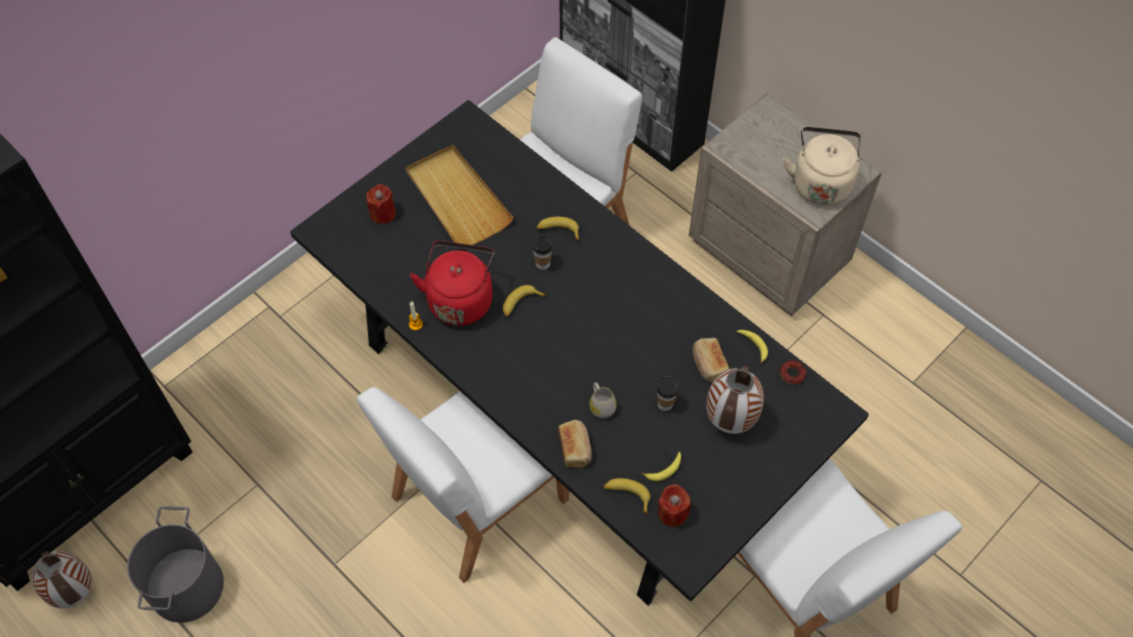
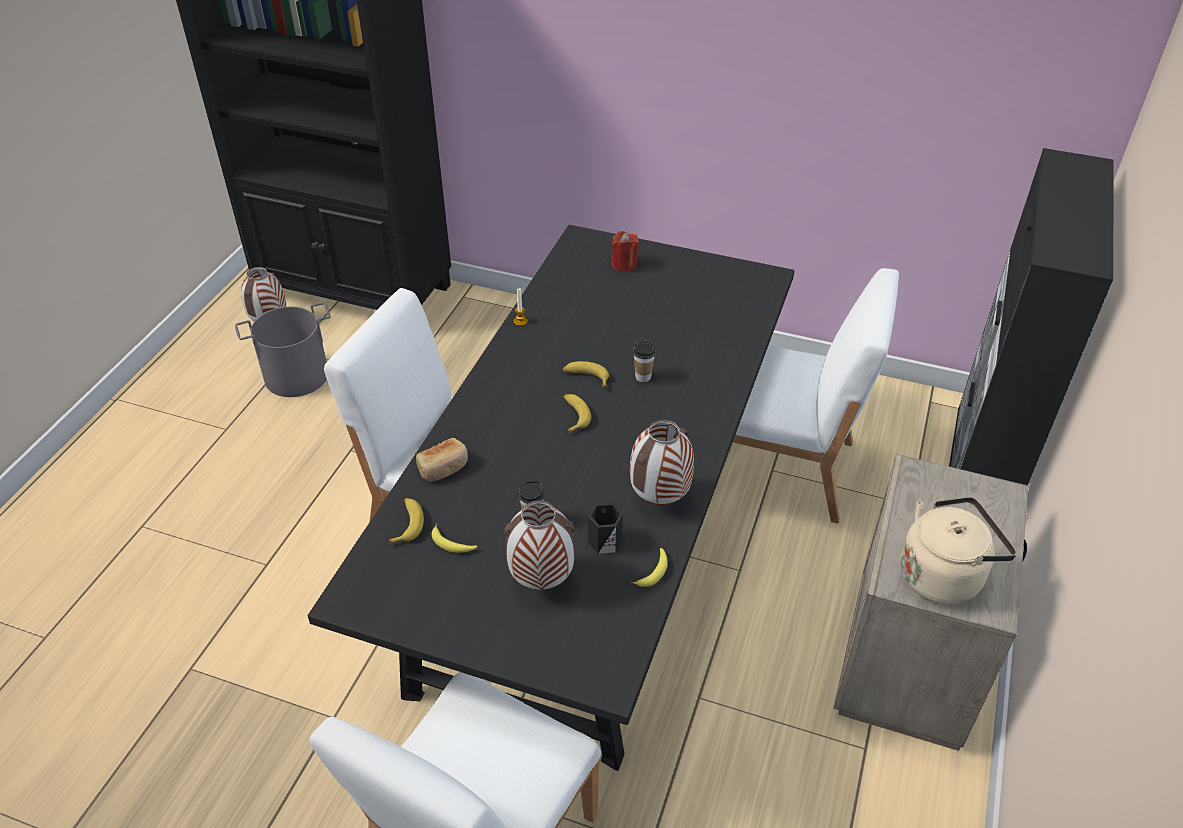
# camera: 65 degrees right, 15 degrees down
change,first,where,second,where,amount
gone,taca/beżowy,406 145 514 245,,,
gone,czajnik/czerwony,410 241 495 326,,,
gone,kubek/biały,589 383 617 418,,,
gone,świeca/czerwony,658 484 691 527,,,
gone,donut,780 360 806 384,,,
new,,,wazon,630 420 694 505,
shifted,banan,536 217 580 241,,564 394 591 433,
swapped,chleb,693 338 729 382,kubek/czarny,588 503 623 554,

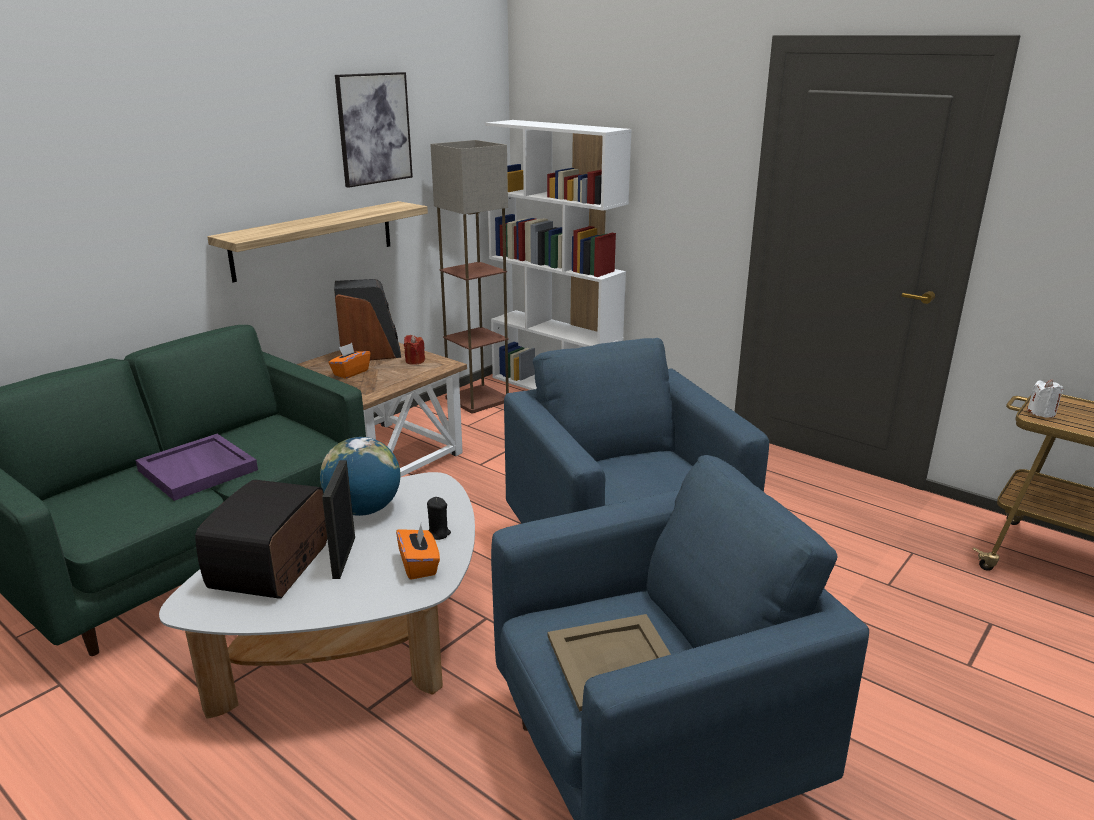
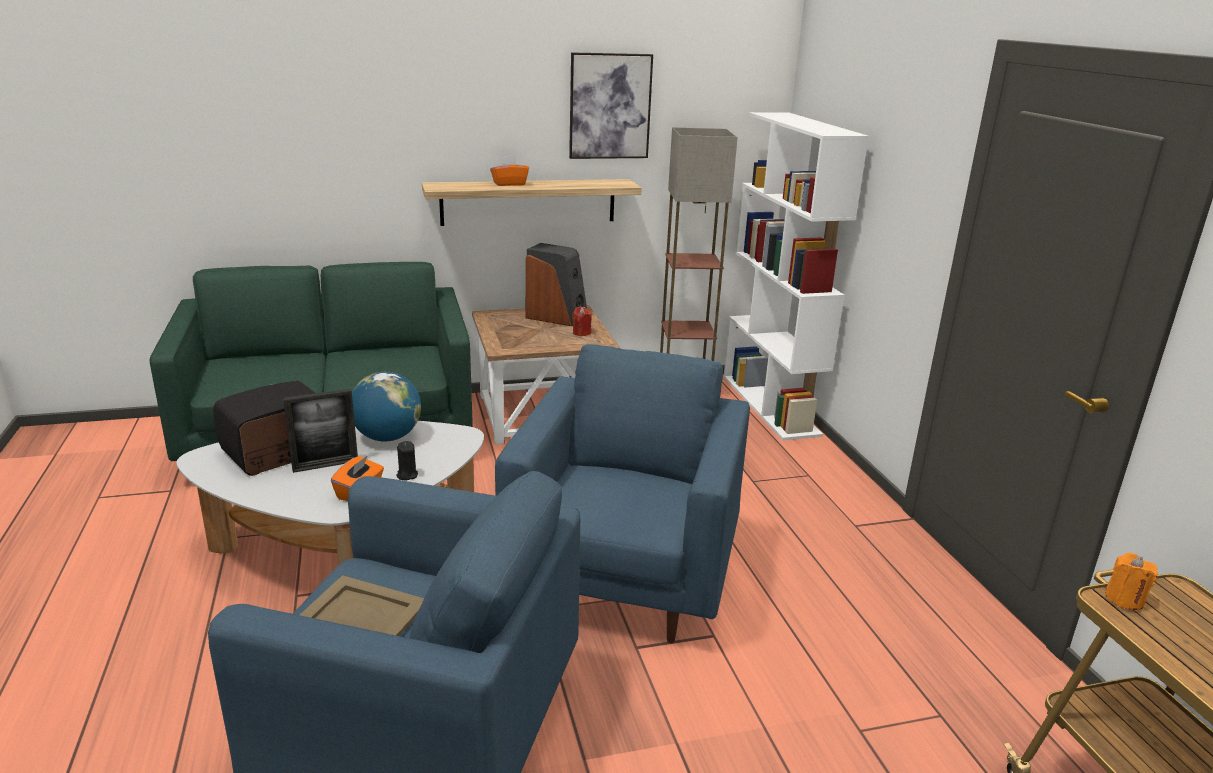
# camera: 35 degrees right, 0 degrees up
change,first,where,second,where,amount
gone,taca/fioletowy,136 434 258 501,,,
shifted,pudełko chusteczek/pomarańczowy,328 343 371 379,,490 155 529 186,
repainted,świeca/biały,1027 379 1063 418,świeca/pomarańczowy,1105 553 1158 610,
rotated,ramka na zdjęcie,322 460 355 579,,283 388 358 473,150 degrees counterclockwise

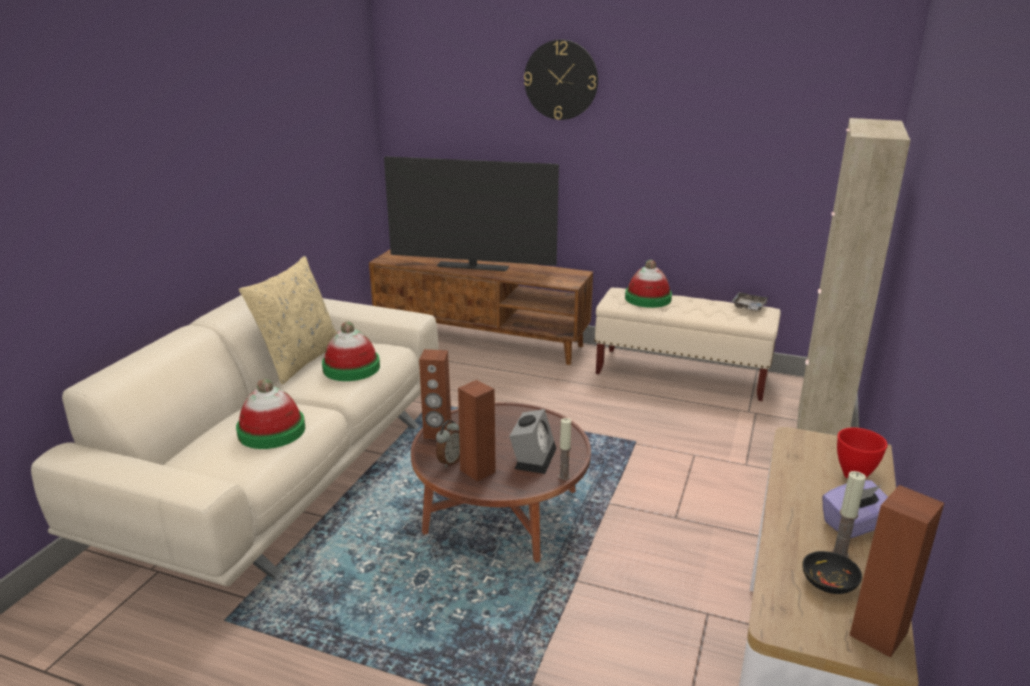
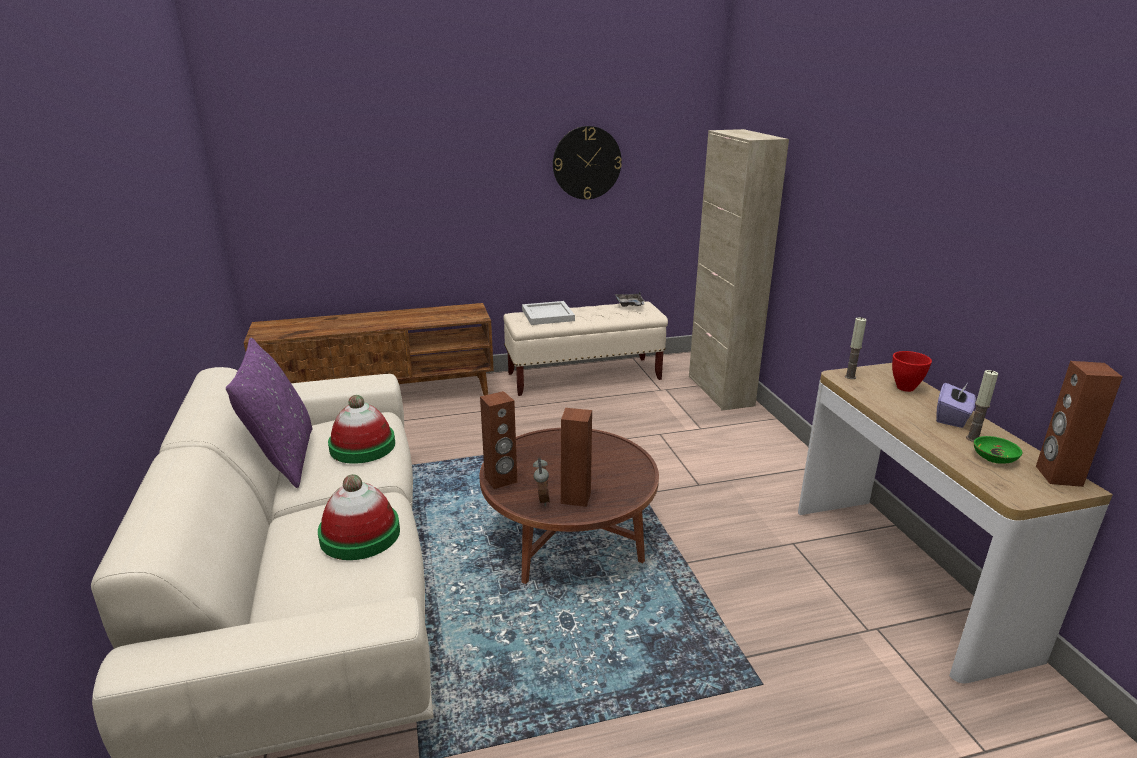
# camera: 35 degrees left, 0 degrees up
change,first,where,second,where,amount
gone,telewizor,384 156 559 271,,,
gone,budzik,509 409 556 474,,,
shifted,zegar ścienny,524 40 598 120,,553 126 622 200,
shifted,świeca,559 418 571 480,,845 317 867 379,
swapped,kapelusz,625 260 672 308,taca/biały,522 301 575 325,
repainted,poduszka/beżowy,239 256 337 384,poduszka/fioletowy,226 338 313 488,
repainted,miska/czarny,802 551 862 594,miska/zielony,974 436 1022 464,

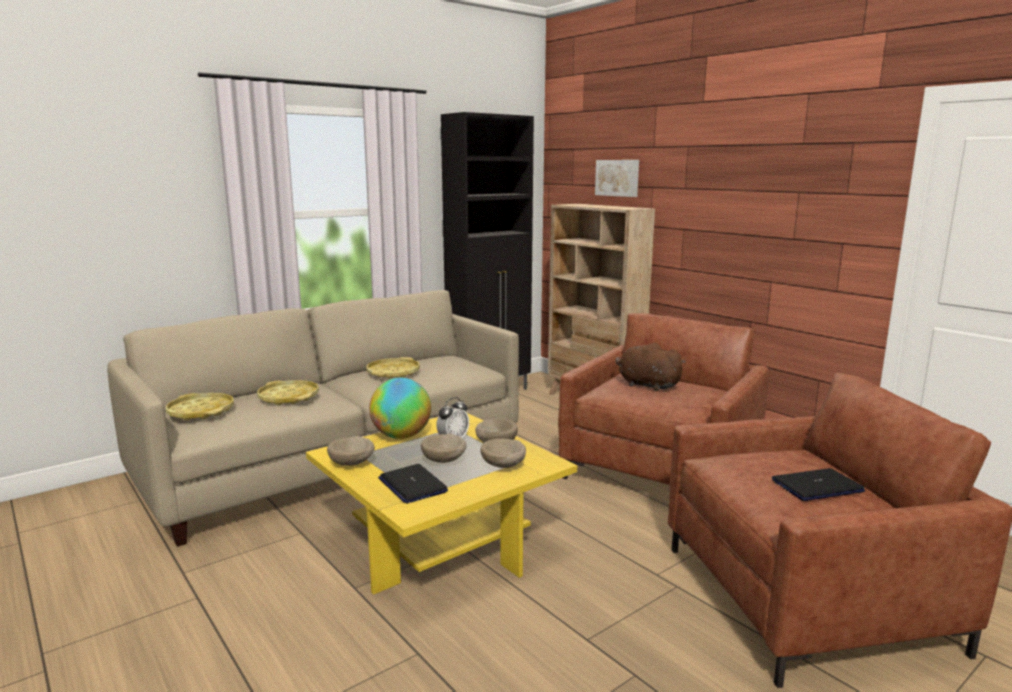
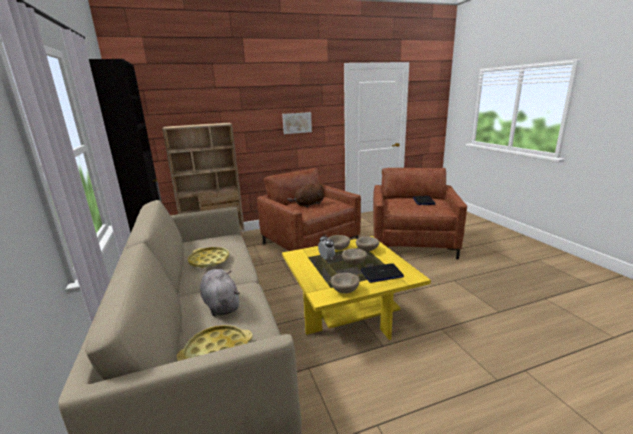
# camera: 70 degrees left, 5 degrees up
change,first,where,second,where,amount
gone,globus,369 378 431 439,,,
shifted,obraz,595 160 639 197,,282 112 312 134,
swapped,taca/żółty,257 380 319 405,pluszak/szary,200 269 240 316,

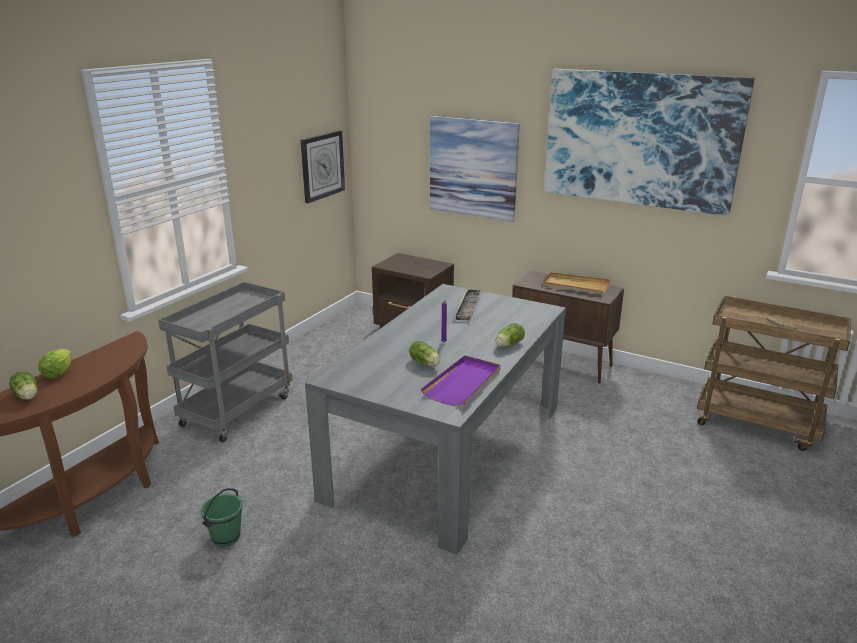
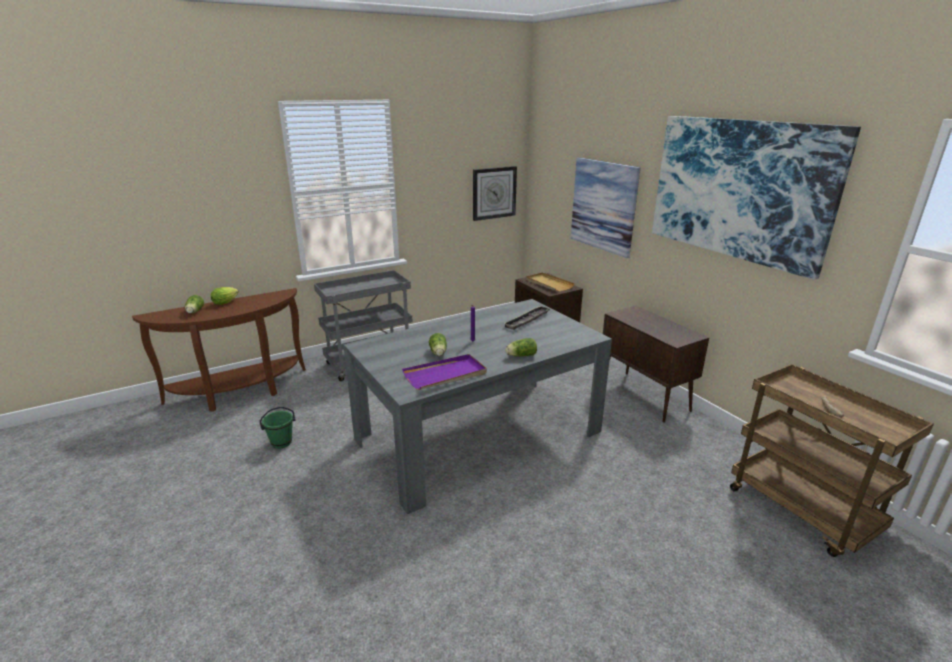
# camera: 30 degrees right, 0 degrees up
change,first,where,second,where,amount
shifted,taca/beżowy,543 272 610 294,,526 272 575 292,

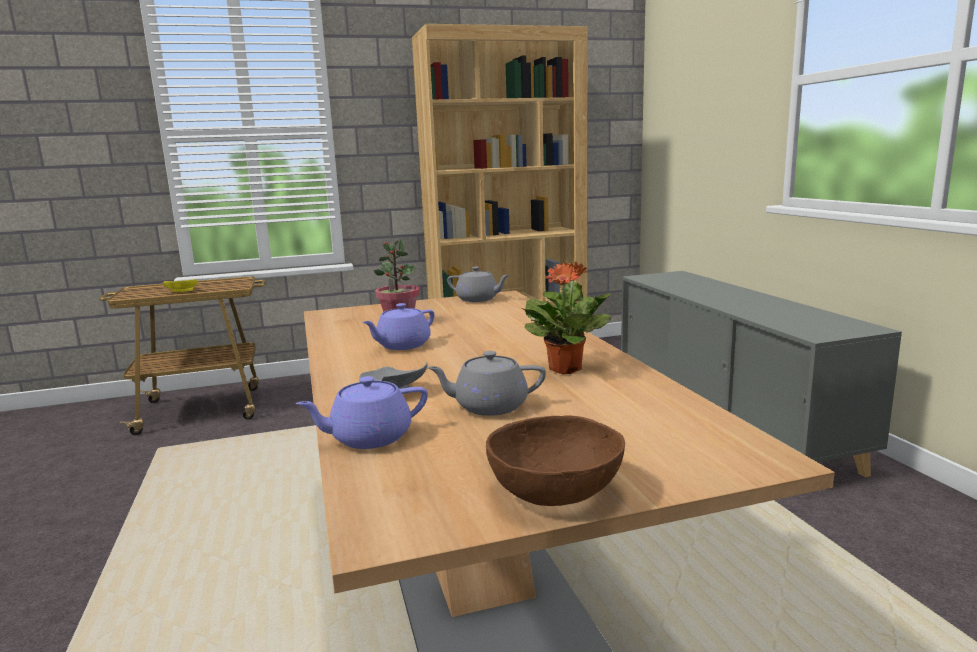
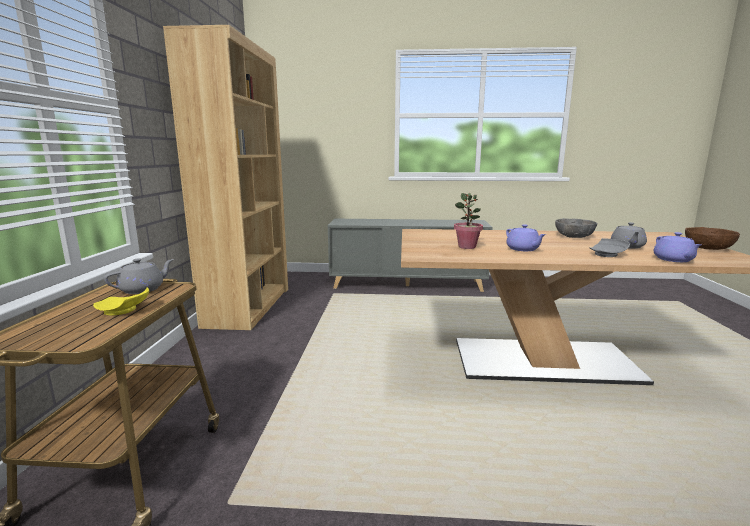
# camera: 70 degrees left, 0 degrees up
change,first,where,second,where,amount
shifted,imbryk/szary,447 267 510 302,,104 259 174 294,
swapped,roślina doniczkowa,522 262 612 374,miska/szary,555 218 597 238,

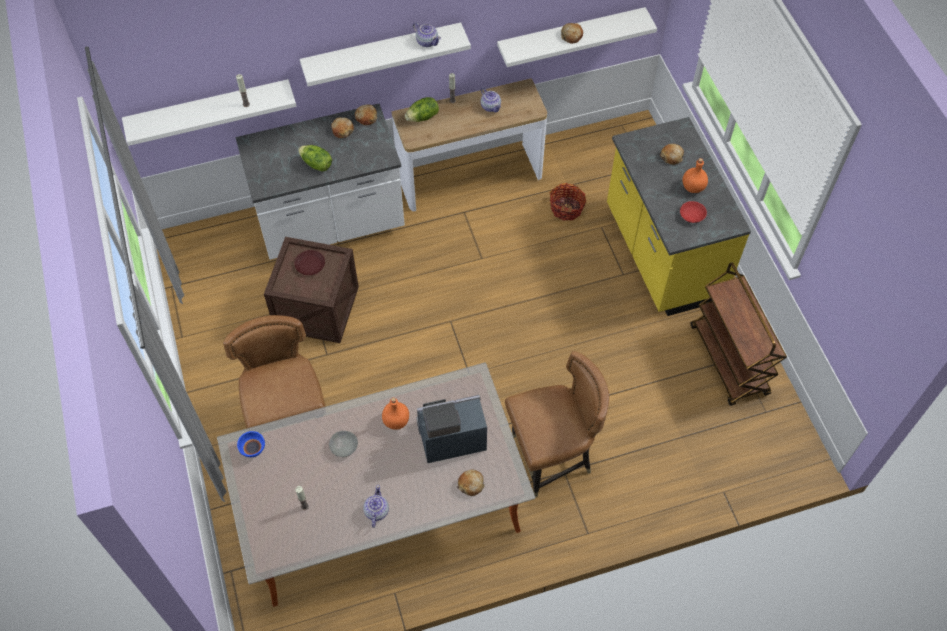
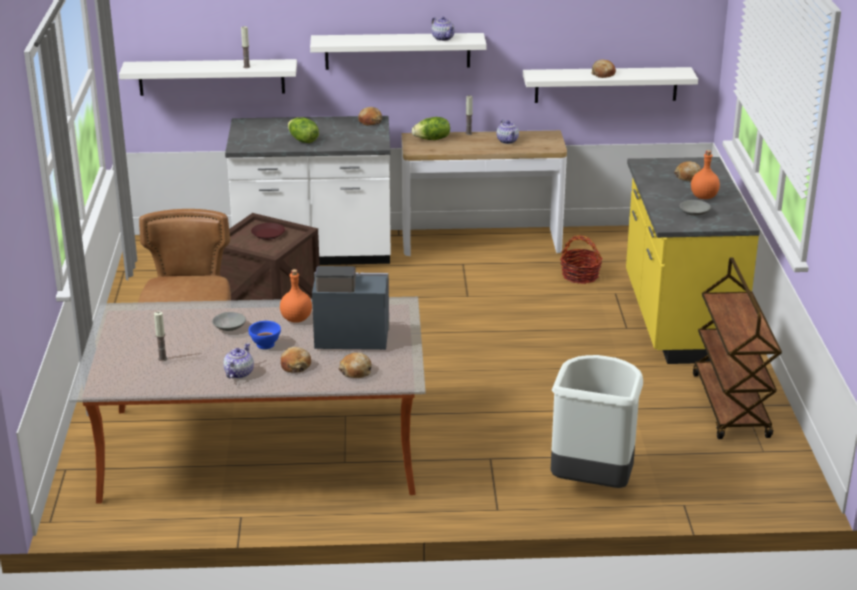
# camera: 15 degrees right, 30 degrees down
change,first,where,second,where,amount
gone,krzesło/brązowy,505 351 609 497,,,
new,,,kosz na śmieci/biały,551 355 643 488,
shifted,miska/niebieski,237 431 265 457,,249 321 281 349,
shifted,chleb,331 117 354 138,,281 347 311 373,
repainted,miska/czerwony,680 201 707 223,miska/szary,680 200 711 216,

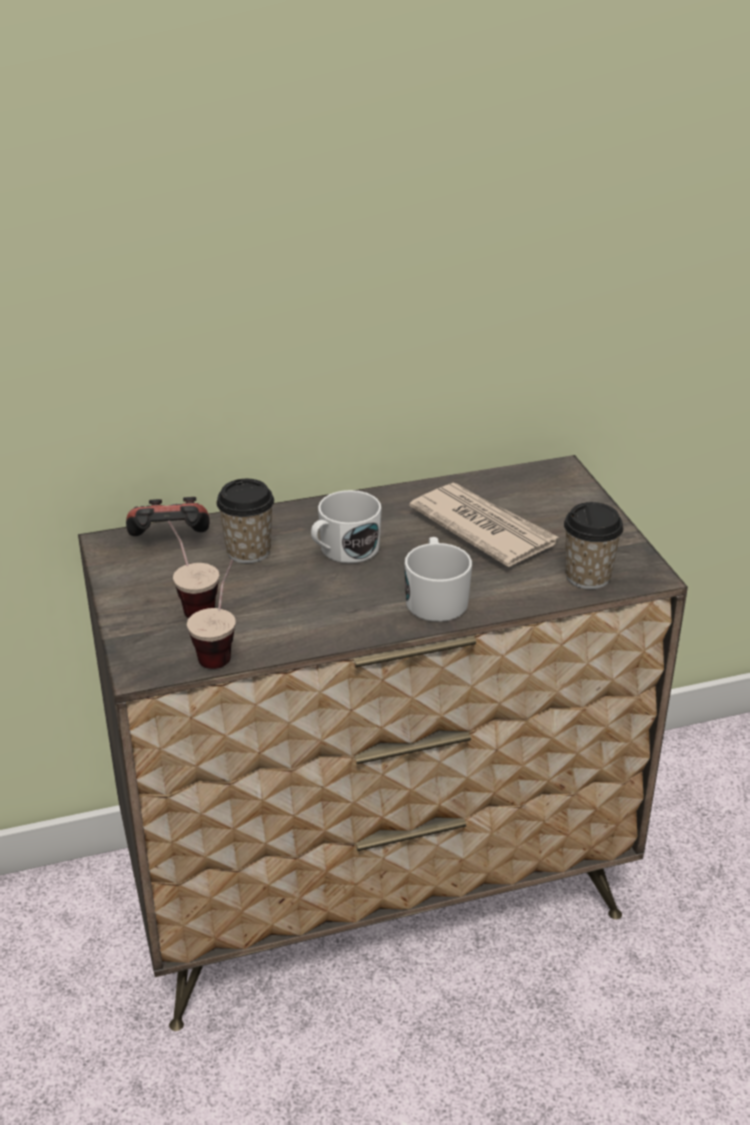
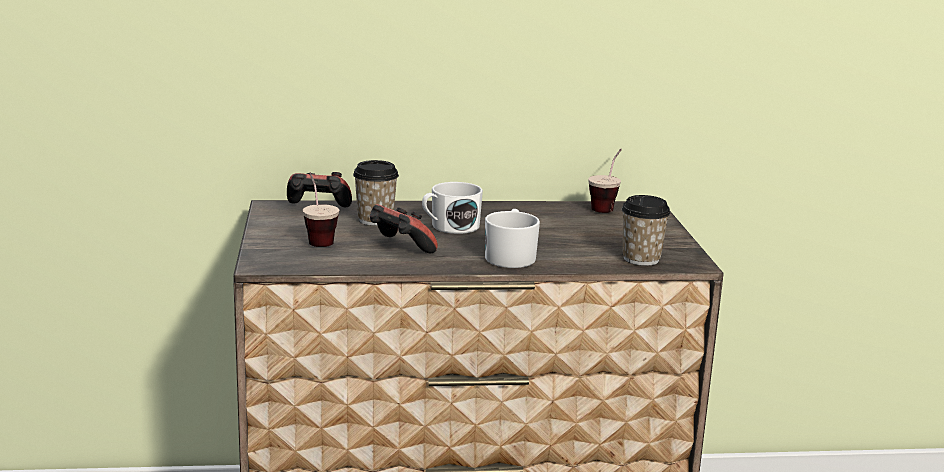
# camera: 10 degrees right, 15 degrees down
change,first,where,second,where,amount
gone,gazeta,409 483 559 567,,,
new,,,pad do gier,370 204 438 253,
shifted,filiżanka,187 560 236 669,,588 149 622 213,

